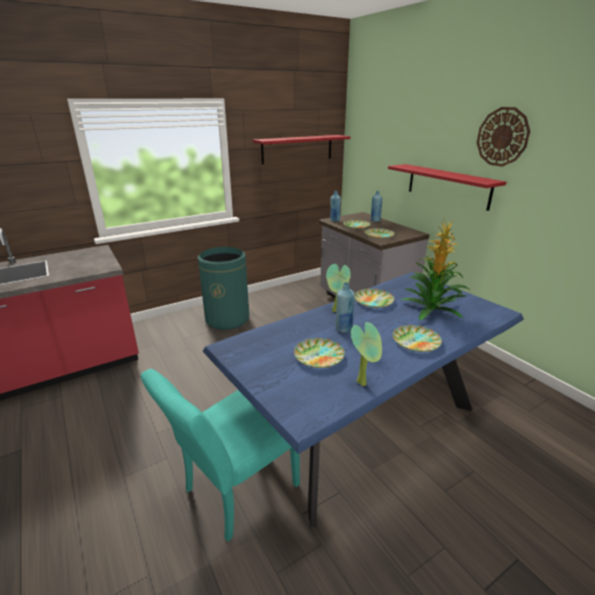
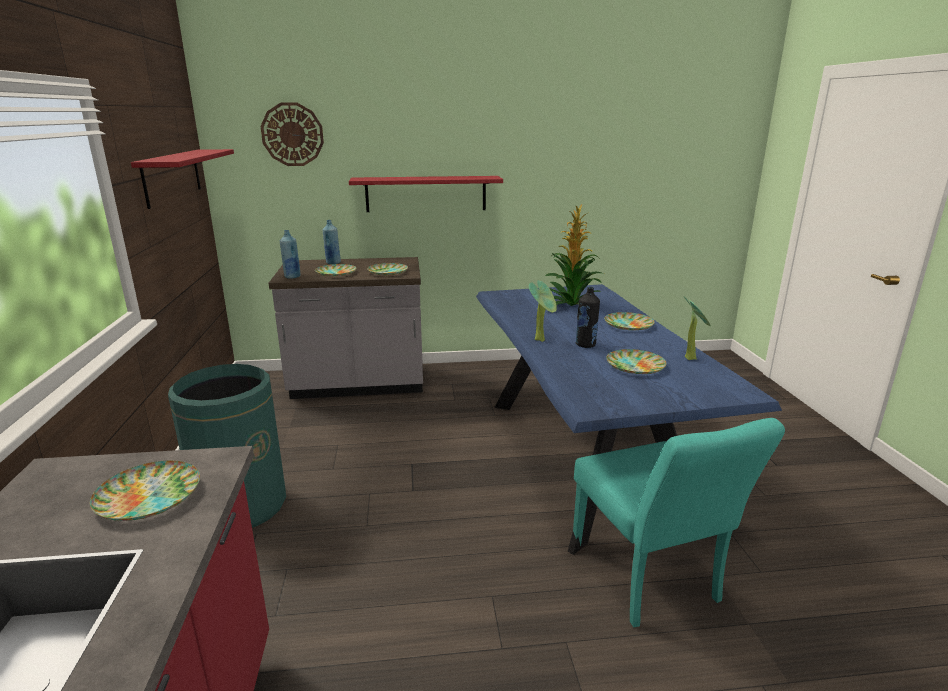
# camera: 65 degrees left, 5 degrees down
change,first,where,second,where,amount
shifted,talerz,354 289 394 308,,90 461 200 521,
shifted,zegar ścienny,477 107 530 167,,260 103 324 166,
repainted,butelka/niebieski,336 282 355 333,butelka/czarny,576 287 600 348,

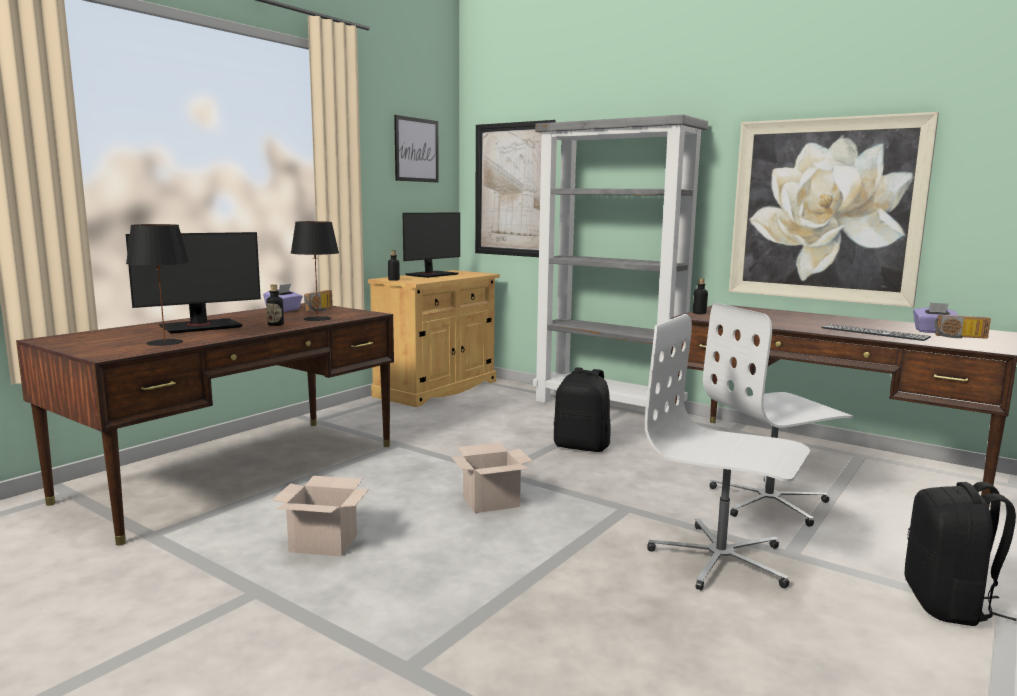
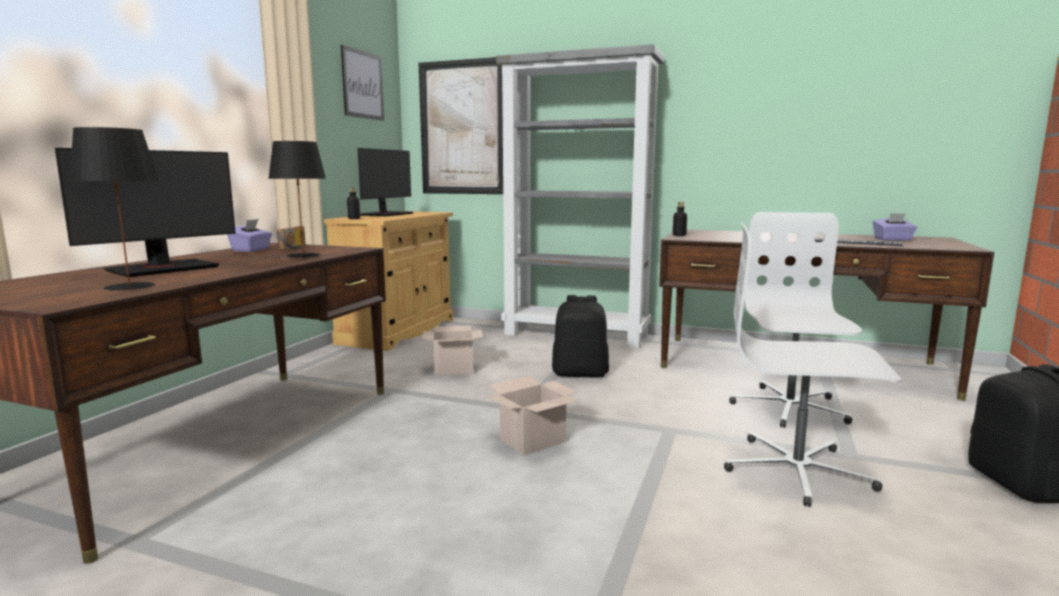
# camera: 15 degrees left, 0 degrees up
change,first,where,second,where,amount
gone,butelka,266 284 284 326,,,
gone,obraz,729 112 939 307,,,
gone,radio,934 315 991 339,,,
shifted,karton,272 476 369 556,,423 326 483 375,
rotated,krzesło biurowe/biały,703 303 853 527,,729 212 862 428,135 degrees clockwise

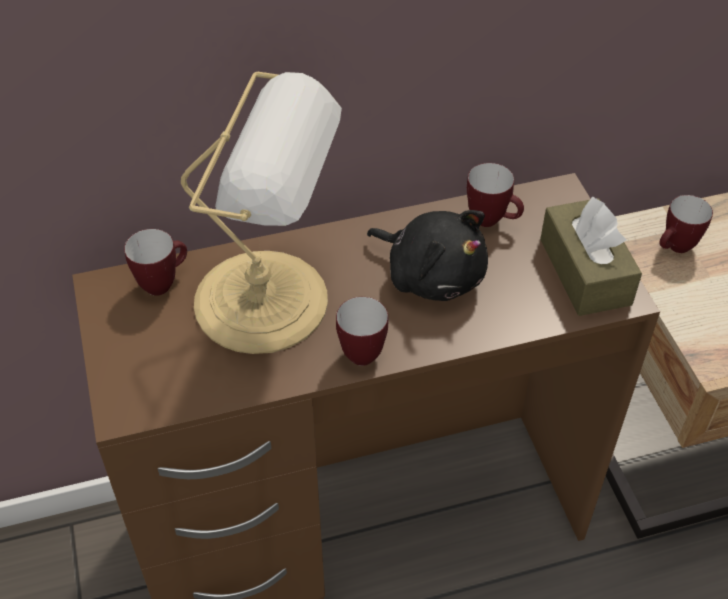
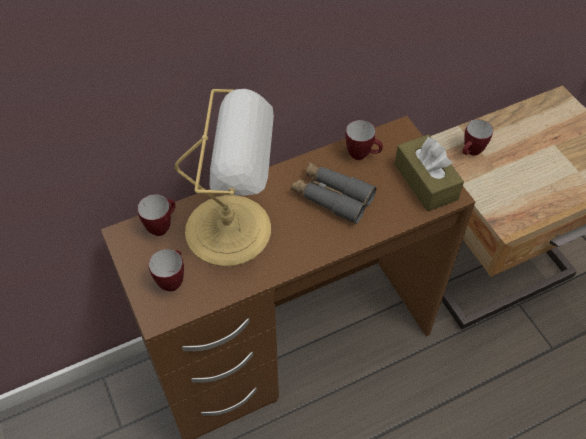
# camera: 10 degrees left, 5 degrees up
change,first,where,second,where,amount
shifted,kubek,336 297 388 366,,149 249 184 292,
swapped,pluszak/czarny,367 210 488 301,lornetka/szary,291 162 377 224,

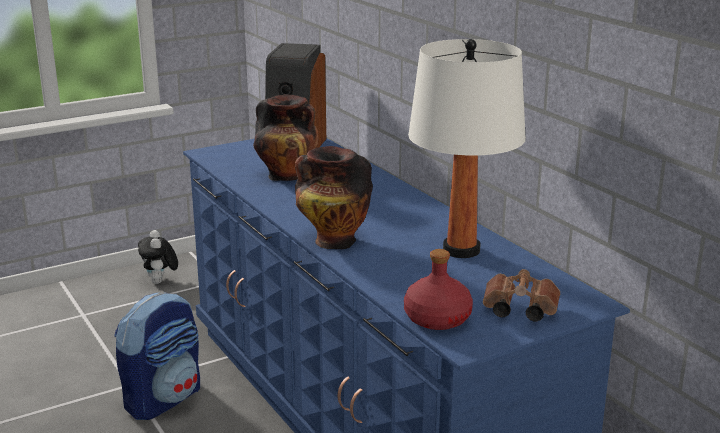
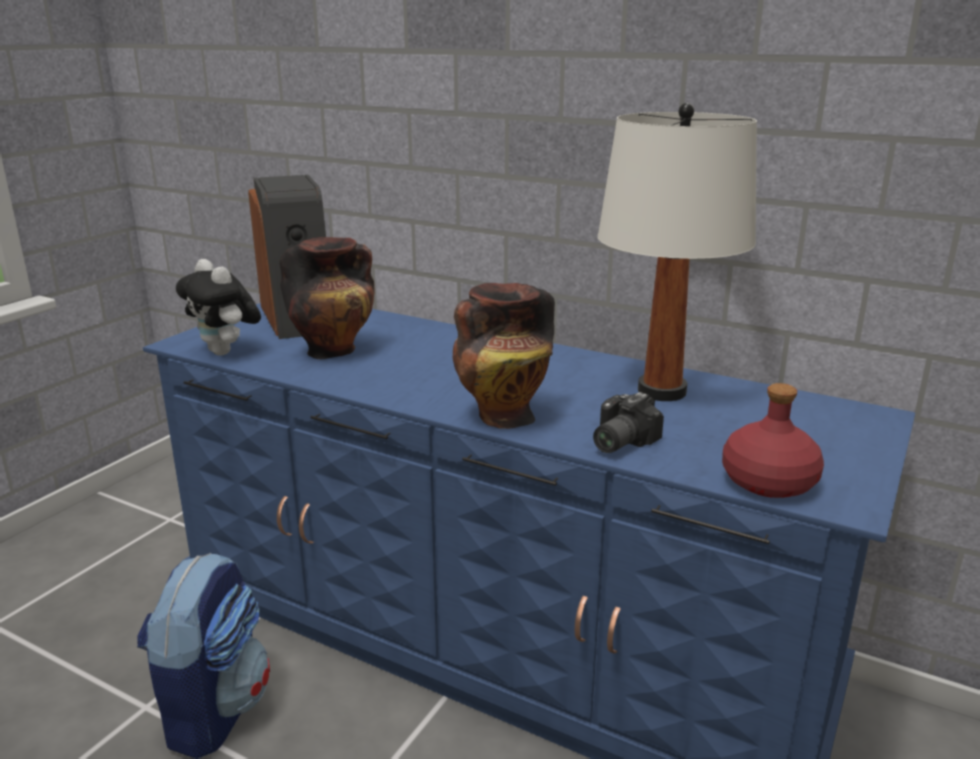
# camera: 30 degrees left, 0 degrees up
change,first,where,second,where,amount
gone,lornetka/brązowy,483 269 560 321,,,
new,,,aparat fotograficzny,593 392 664 453,
shifted,pluszak,138 230 178 284,,176 259 261 356,

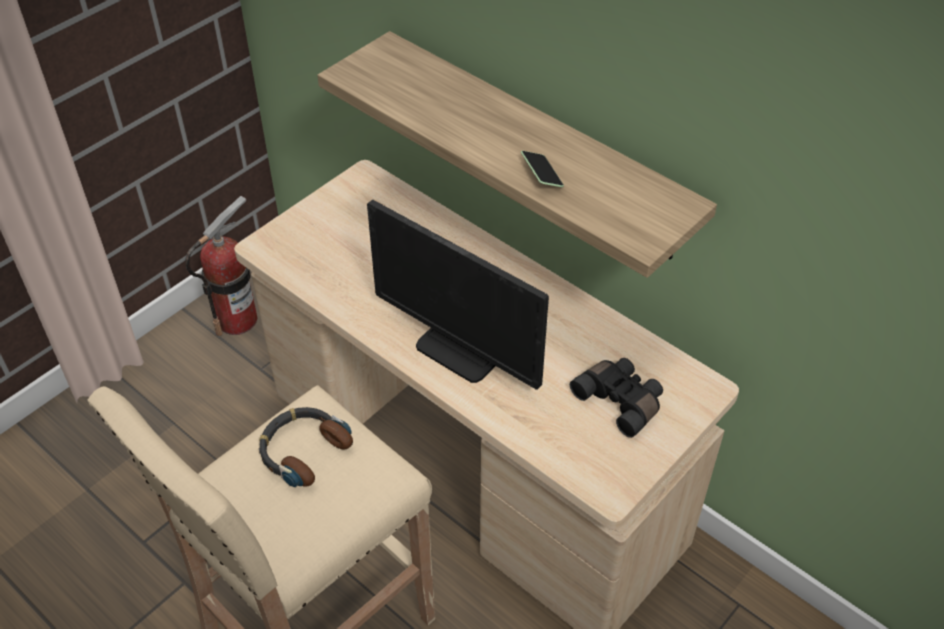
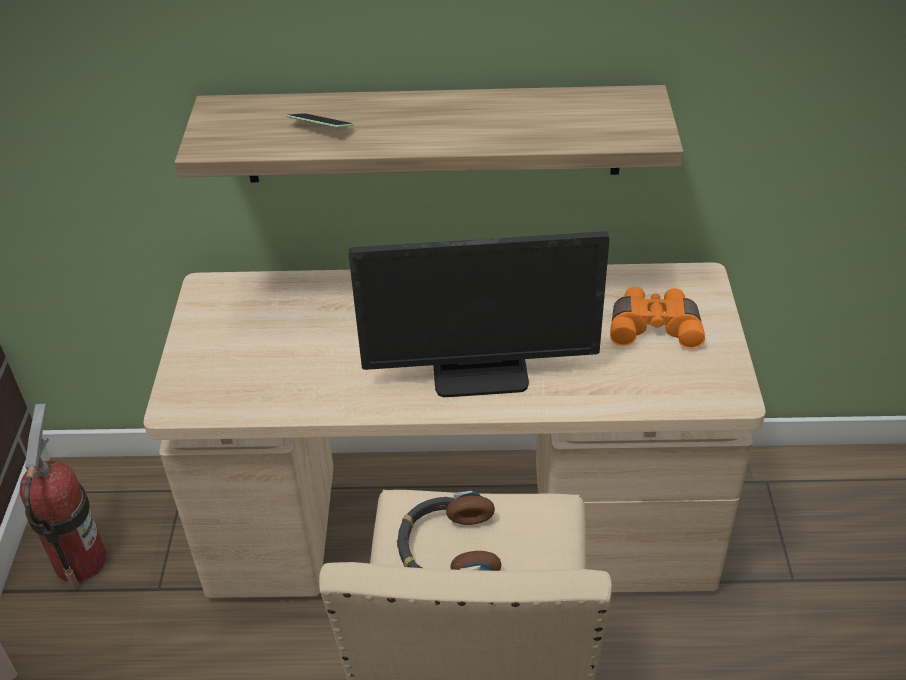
# camera: 40 degrees left, 5 degrees down
change,first,where,second,where,amount
shifted,telefon,521 151 564 187,,286 113 354 127,
repainted,lornetka/czarny,570 358 663 438,lornetka/pomarańczowy,610 287 705 349,

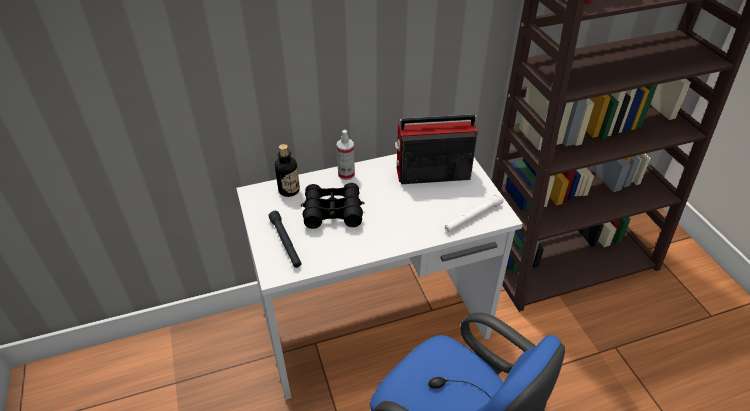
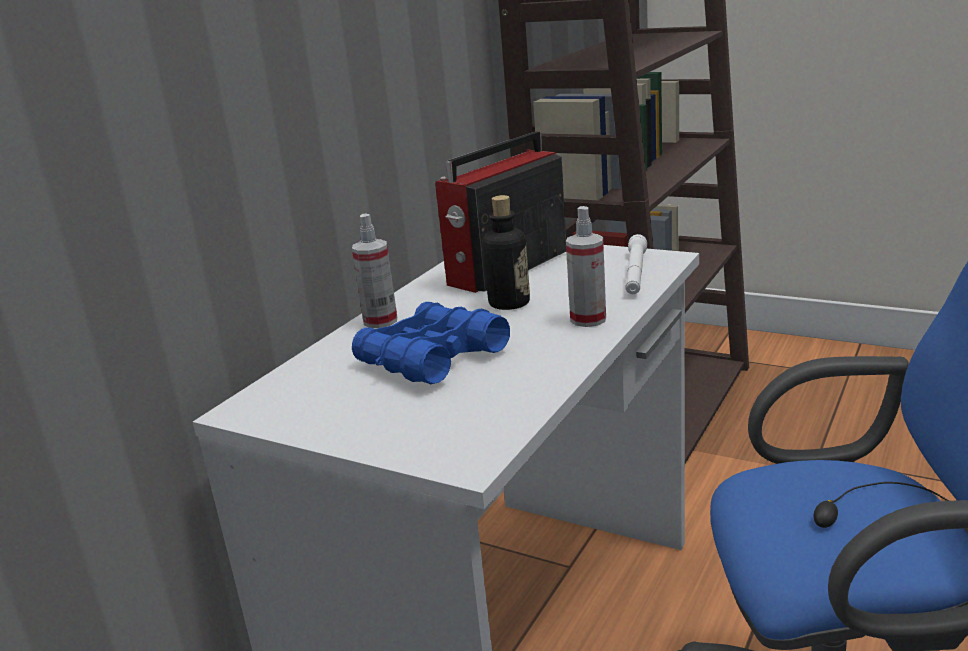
# camera: 40 degrees left, 20 degrees down
change,first,where,second,where,amount
gone,latarka/czarny,269 211 301 268,,,
new,,,spryskiwacz,566 206 606 327,
shifted,butelka,275 144 300 197,,483 195 530 310,
repainted,lornetka/czarny,301 183 364 229,lornetka/niebieski,352 302 510 384,

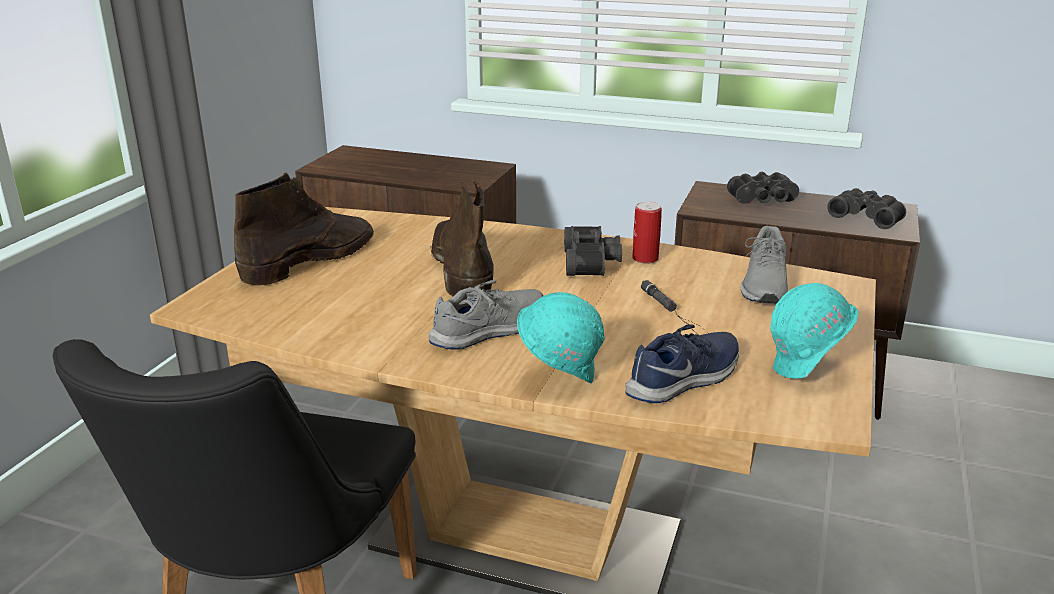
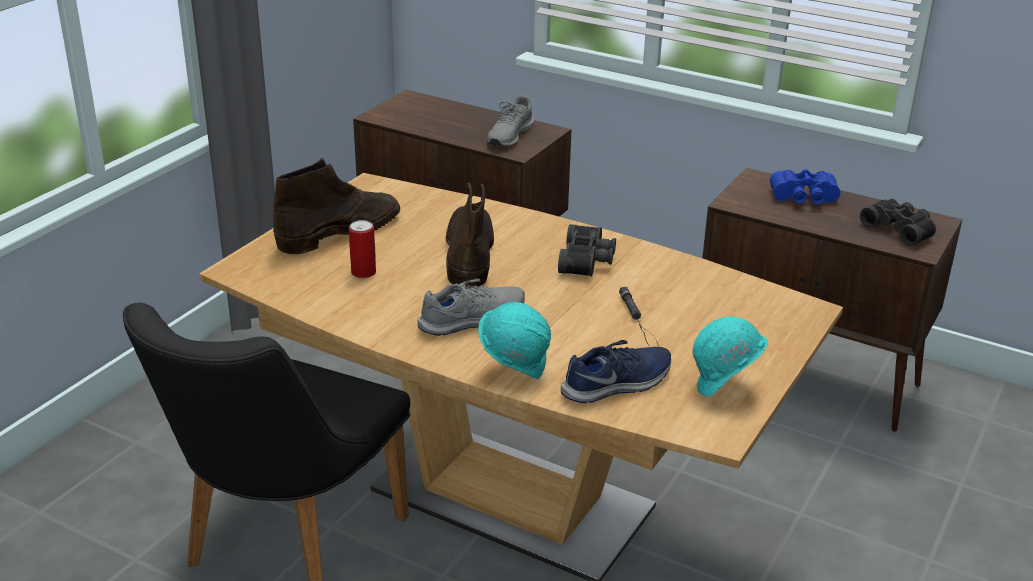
# camera: 10 degrees right, 5 degrees up
change,first,where,second,where,amount
shifted,puszka,632 202 662 264,,349 220 376 278,
shifted,but/szary,740 226 788 304,,487 95 534 146,
repainted,lornetka/czarny,727 172 799 204,lornetka/niebieski,770 169 840 204,

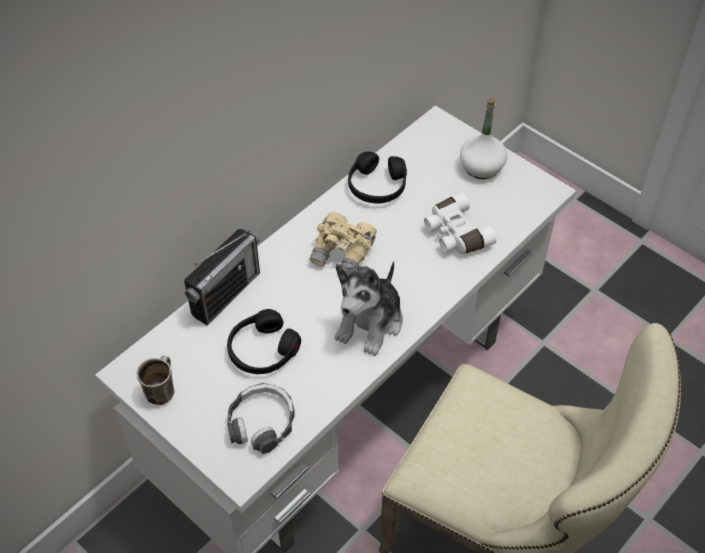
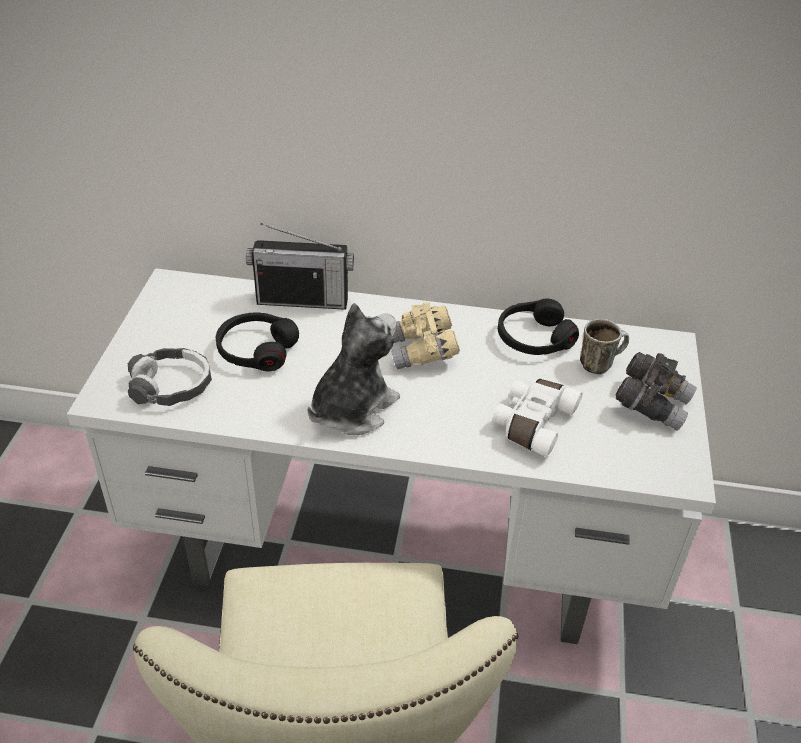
# camera: 55 degrees right, 10 degrees down
change,first,where,second,where,amount
shifted,kubek,137 356 175 405,,580 319 629 374,
swapped,butelka/biały,460 98 507 179,lornetka/szary,616 352 697 431,
rotated,pluszak,335 261 403 356,,308 303 400 435,135 degrees clockwise

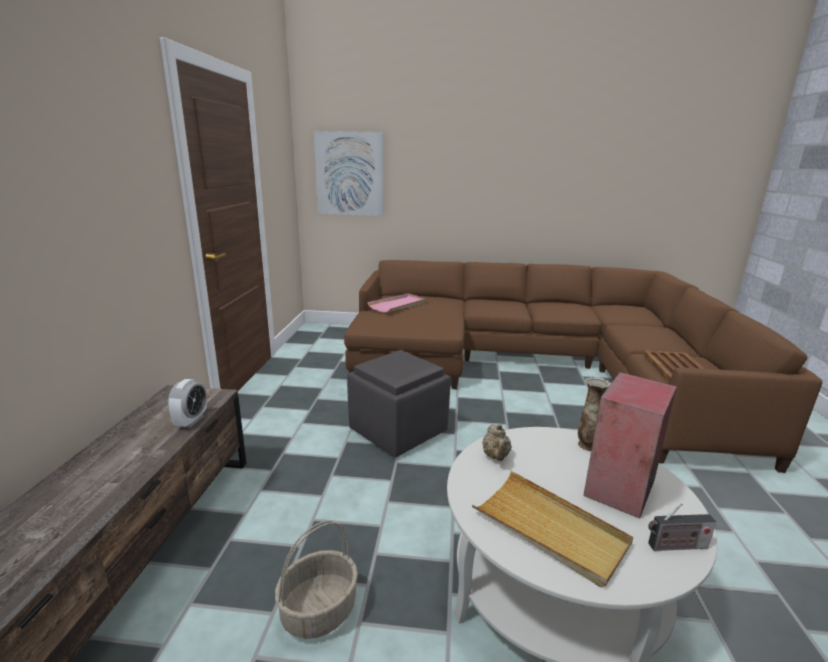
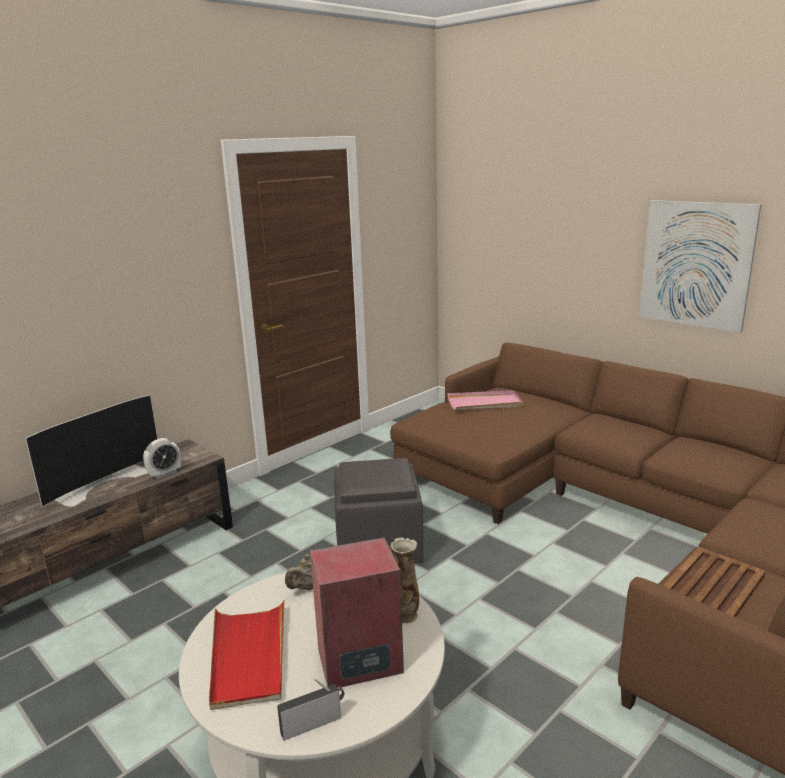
# camera: 40 degrees right, 0 degrees up
change,first,where,second,where,amount
gone,koszyk,275 521 358 639,,,
new,,,telewizor,25 395 158 507,
shifted,obraz,314 131 383 216,,639 200 761 333,
repainted,taca/beżowy,472 471 633 588,taca/czerwony,209 600 284 710,
rotated,radio,648 503 716 551,,277 679 344 741,120 degrees clockwise

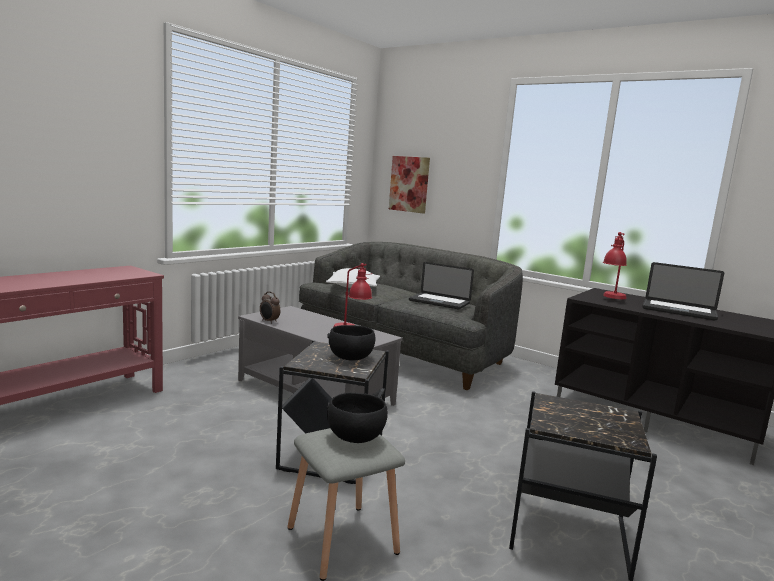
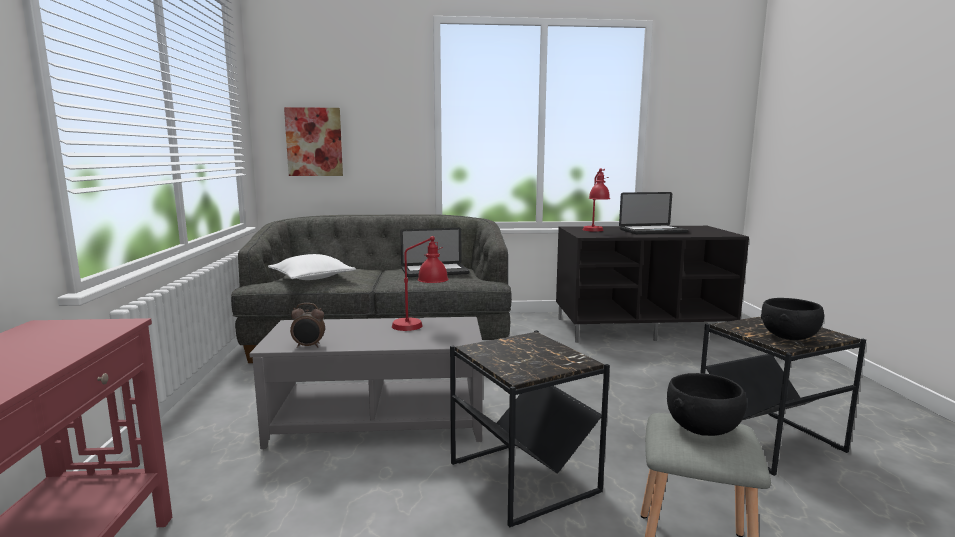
# camera: 40 degrees left, 0 degrees up
change,first,where,second,where,amount
shifted,miska/czarny,328 325 375 361,,761 298 824 340,

